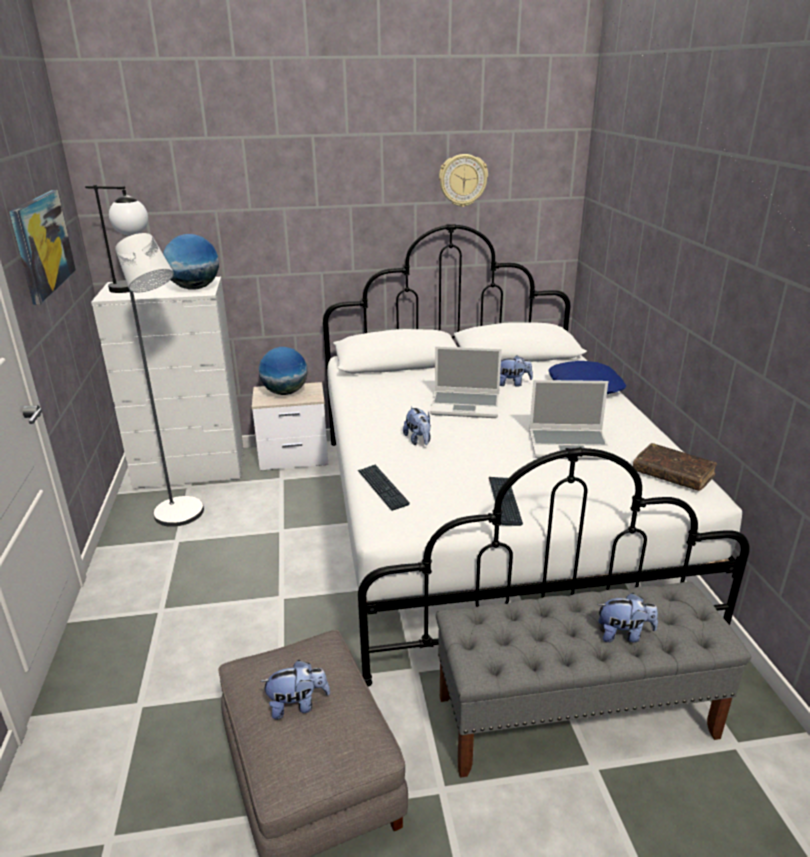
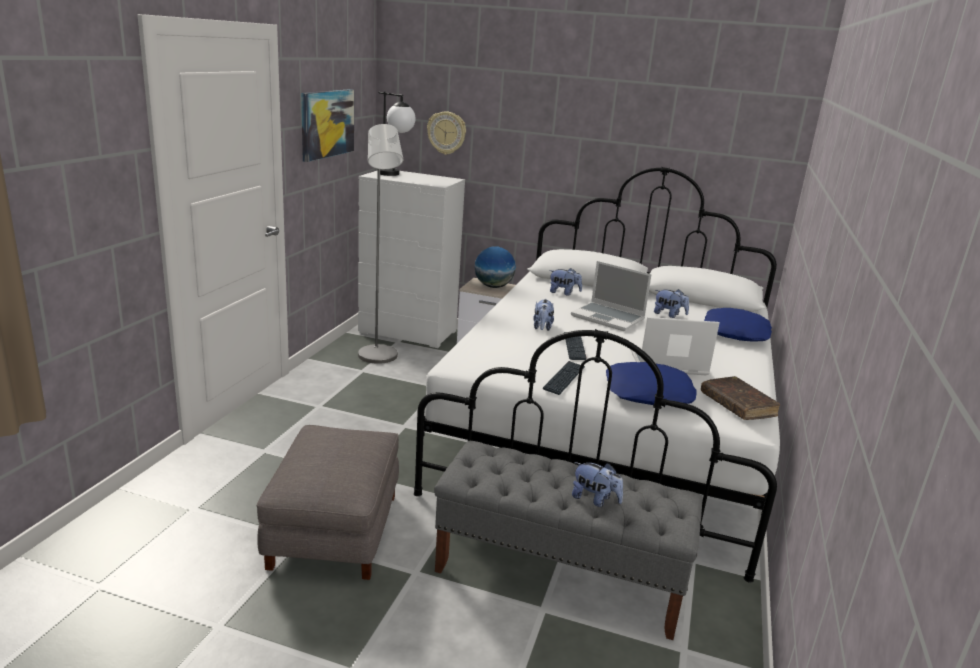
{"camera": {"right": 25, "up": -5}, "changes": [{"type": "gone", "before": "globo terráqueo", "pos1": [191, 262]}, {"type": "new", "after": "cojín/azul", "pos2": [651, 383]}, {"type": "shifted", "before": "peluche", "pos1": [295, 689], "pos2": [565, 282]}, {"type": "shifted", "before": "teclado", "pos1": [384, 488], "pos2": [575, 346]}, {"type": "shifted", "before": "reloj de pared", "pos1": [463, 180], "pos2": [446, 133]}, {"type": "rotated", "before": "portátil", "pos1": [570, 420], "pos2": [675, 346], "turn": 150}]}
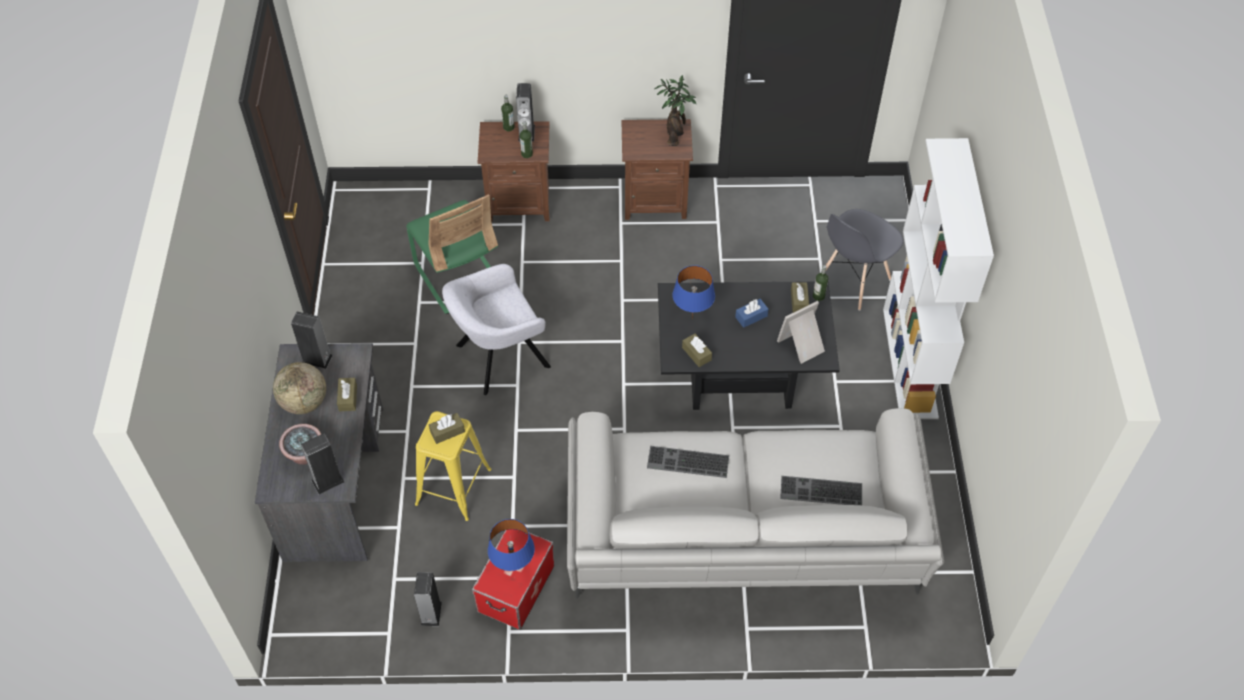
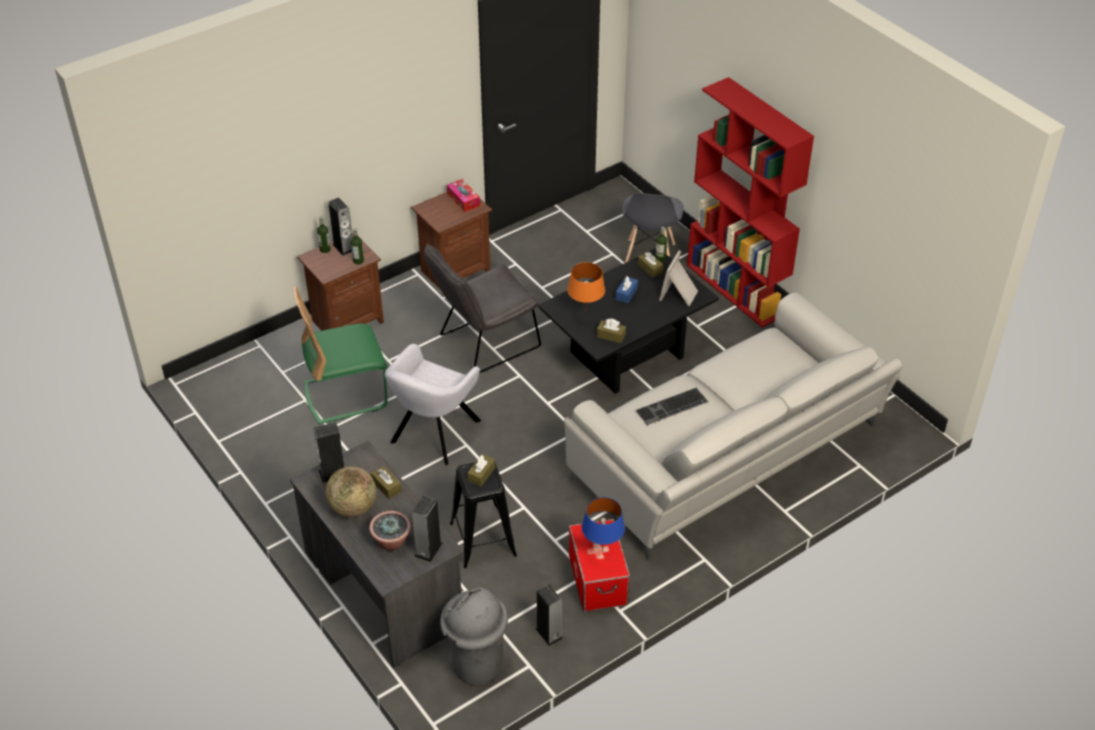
{"camera": {"right": -35, "up": -10}, "changes": [{"type": "gone", "before": "teclado", "pos1": [821, 490]}, {"type": "new", "after": "silla/gris", "pos2": [482, 308]}, {"type": "new", "after": "papelera/gris", "pos2": [474, 636]}, {"type": "swapped", "before": "planta en maceta", "after": "caja de pañuelos", "pos1": [676, 110], "pos2": [463, 195]}, {"type": "repainted", "before": "taburete/amarillo", "after": "taburete/negro", "pos1": [453, 466], "pos2": [483, 515]}, {"type": "repainted", "before": "lámpara de mesa/azul", "after": "lámpara de mesa/naranja", "pos1": [693, 292], "pos2": [586, 288]}, {"type": "repainted", "before": "estantería/blanco", "after": "estantería/rojo", "pos1": [938, 278], "pos2": [750, 202]}, {"type": "rotated", "before": "silla/verde", "pos1": [452, 254], "pos2": [340, 355], "turn": 135}]}
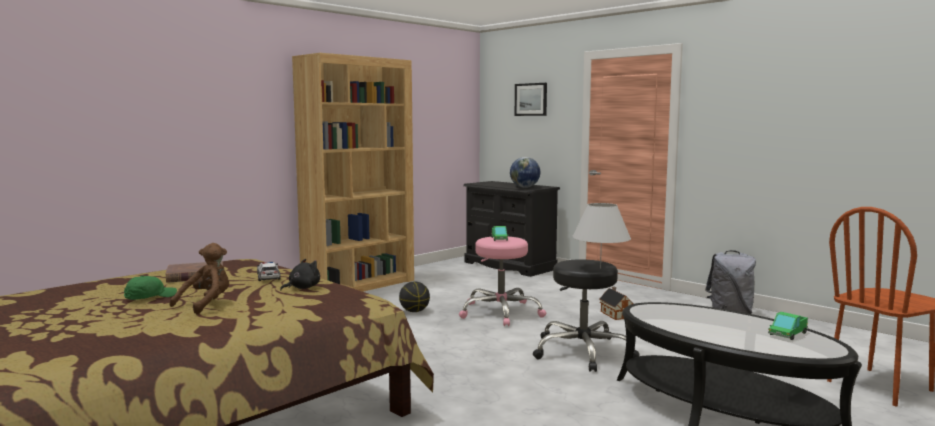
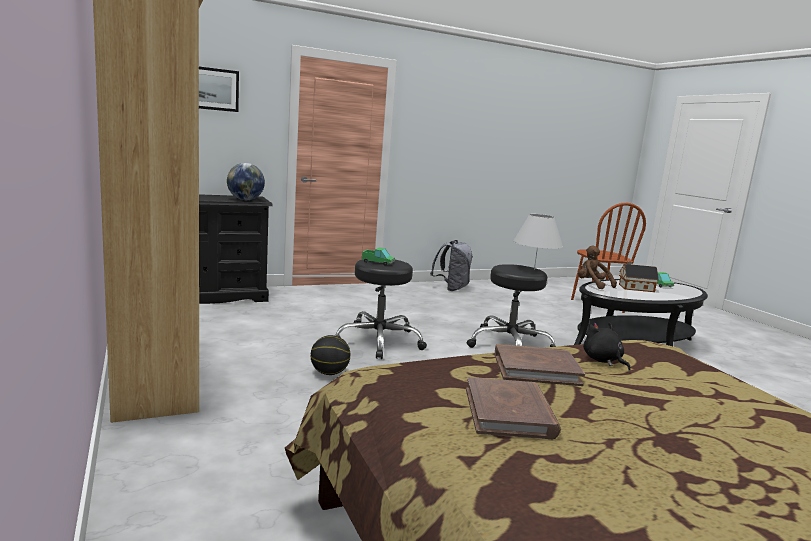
{"camera": {"right": -70, "up": 5}, "changes": [{"type": "gone", "before": "gorra/verde", "pos1": [150, 288]}, {"type": "shifted", "before": "peluche/marrón", "pos1": [199, 278], "pos2": [597, 267]}, {"type": "shifted", "before": "casita", "pos1": [616, 303], "pos2": [639, 276]}, {"type": "swapped", "before": "coche de juguete", "after": "libro/marrón", "pos1": [269, 271], "pos2": [540, 365]}, {"type": "repainted", "before": "taburete/rosa", "after": "taburete/negro", "pos1": [502, 281], "pos2": [381, 309]}]}
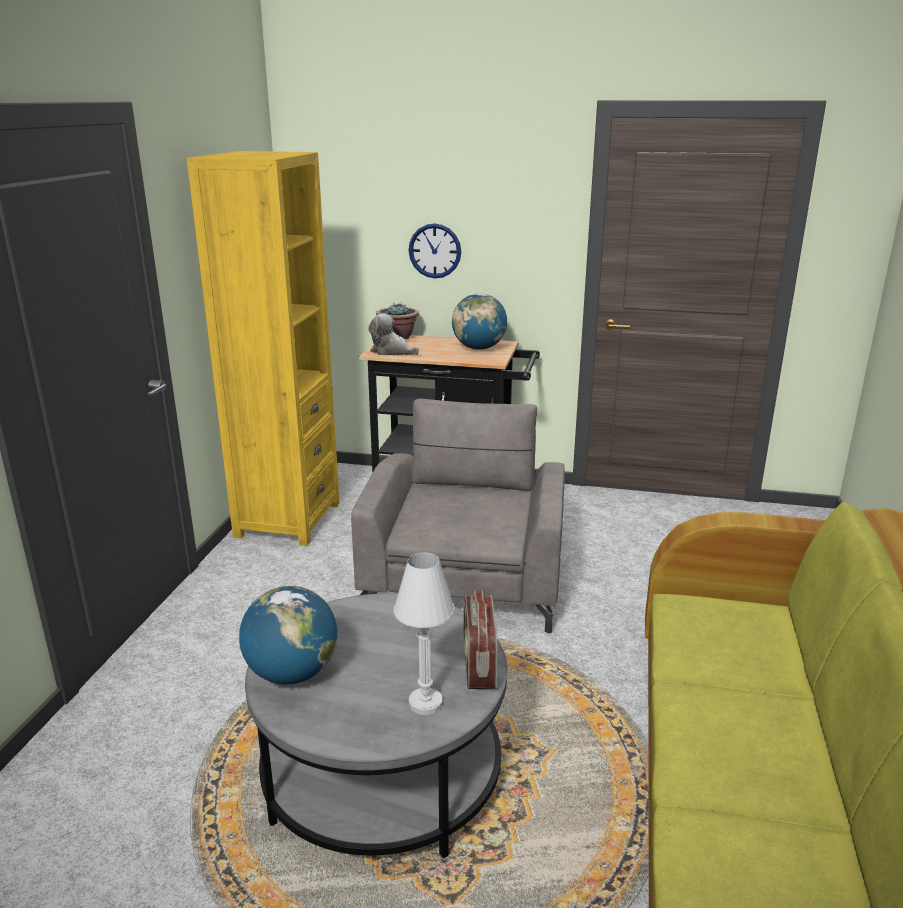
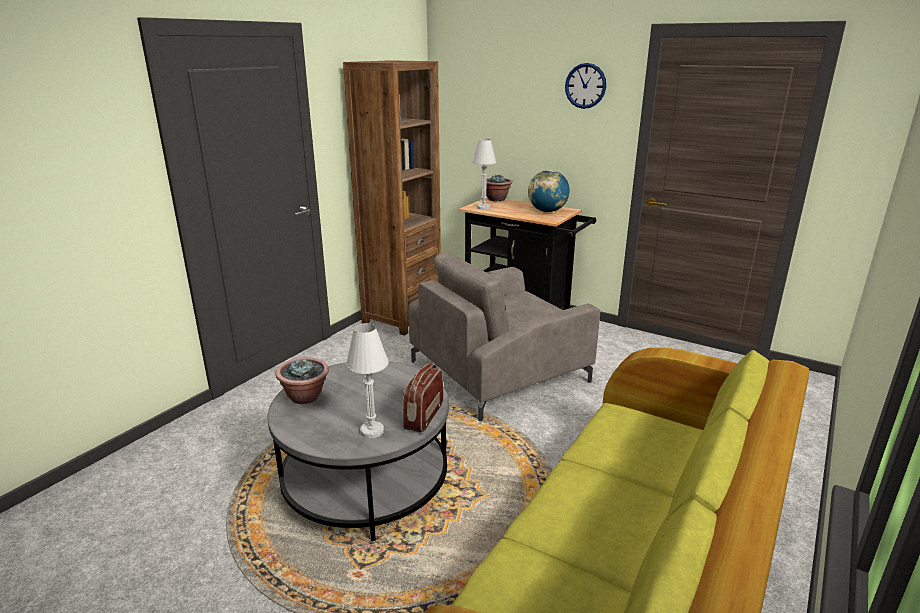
{"camera": {"right": 20, "up": 0}, "changes": [{"type": "shifted", "before": "reloj de pared", "pos1": [434, 250], "pos2": [585, 86]}, {"type": "swapped", "before": "globo terráqueo", "after": "planta en maceta", "pos1": [288, 635], "pos2": [302, 381]}, {"type": "swapped", "before": "peluche", "after": "lámpara de mesa/blanco", "pos1": [393, 334], "pos2": [484, 174]}, {"type": "repainted", "before": "estantería/amarillo", "after": "estantería/marrón", "pos1": [263, 348], "pos2": [392, 198]}, {"type": "rotated", "before": "sillón/gris", "pos1": [458, 516], "pos2": [504, 336], "turn": -150}]}
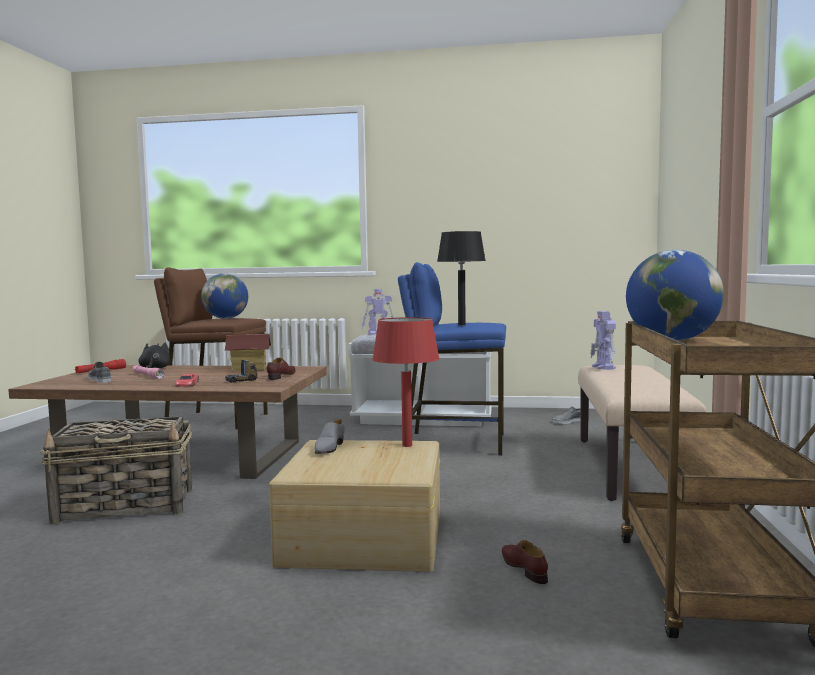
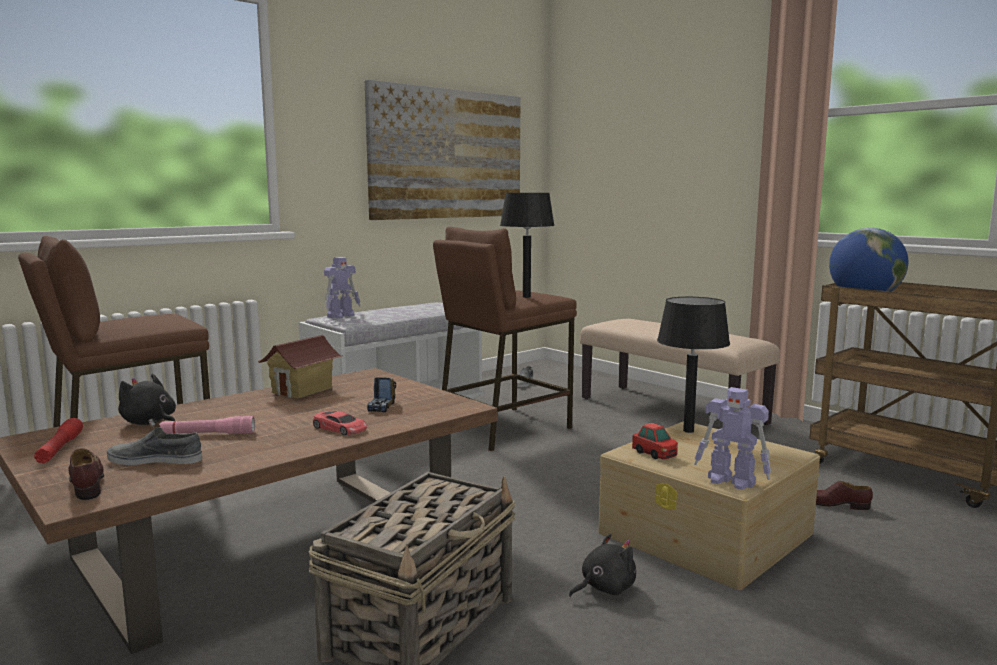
{"camera": {"right": -50, "up": 5}, "changes": [{"type": "gone", "before": "globo terráqueo", "pos1": [224, 296]}, {"type": "new", "after": "cuadro", "pos2": [442, 150]}, {"type": "new", "after": "peluche/negro", "pos2": [602, 565]}, {"type": "shifted", "before": "zapato/marrón", "pos1": [281, 369], "pos2": [86, 474]}, {"type": "shifted", "before": "robot de juguete", "pos1": [603, 340], "pos2": [732, 438]}, {"type": "swapped", "before": "zapato/gris", "after": "coche de juguete", "pos1": [330, 436], "pos2": [655, 441]}, {"type": "repainted", "before": "lámpara de mesa/rojo", "after": "lámpara de mesa/negro", "pos1": [406, 382], "pos2": [693, 365]}, {"type": "repainted", "before": "taburete/azul", "after": "taburete/marrón", "pos1": [452, 359], "pos2": [505, 339]}]}
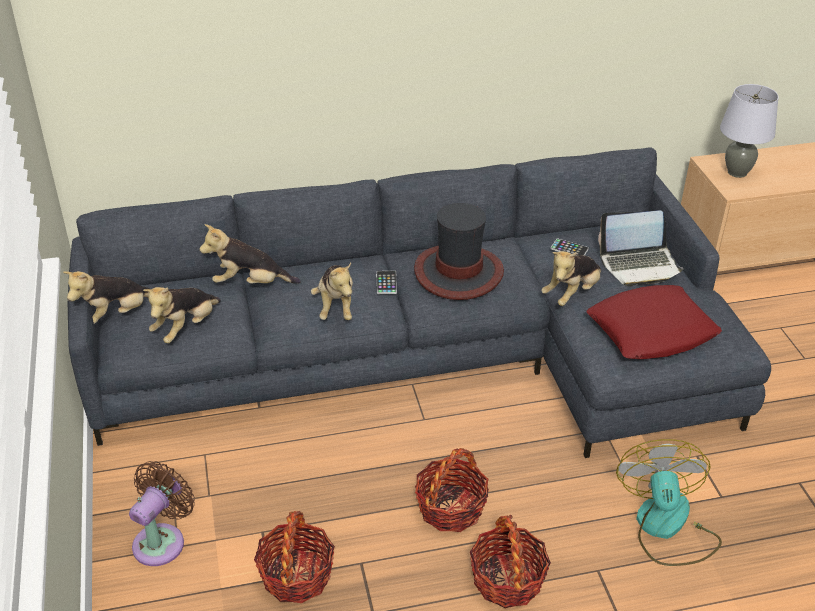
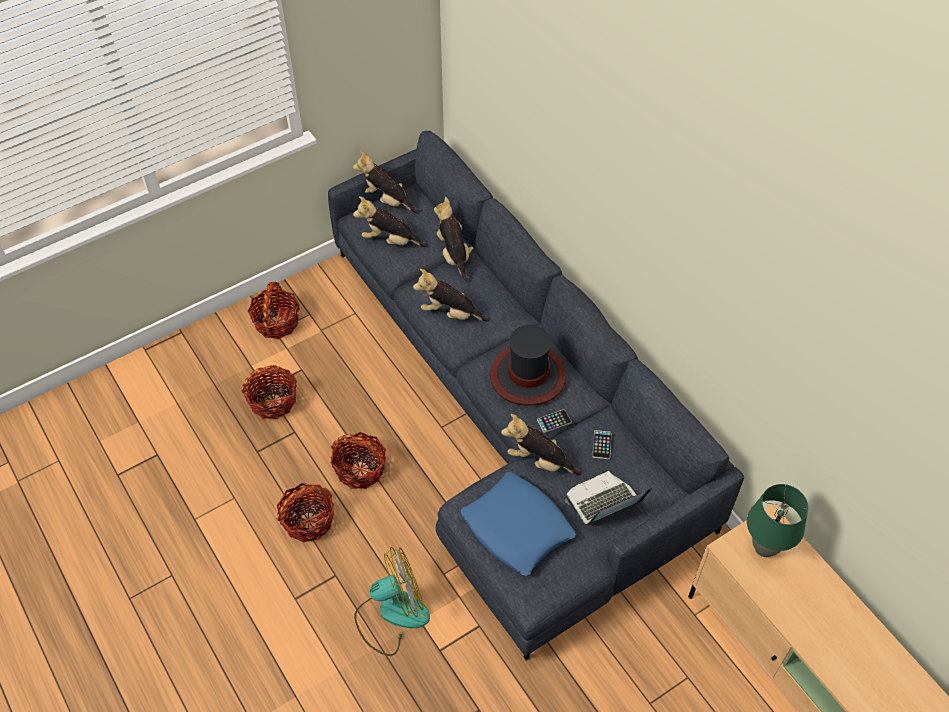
{"camera": {"right": 70, "up": 15}, "changes": [{"type": "shifted", "before": "móvil", "pos1": [386, 282], "pos2": [554, 421]}, {"type": "swapped", "before": "ventilador/marrón", "after": "cesta", "pos1": [162, 513], "pos2": [274, 310]}, {"type": "repainted", "before": "cojín/rojo", "after": "cojín/azul", "pos1": [654, 322], "pos2": [518, 524]}, {"type": "repainted", "before": "lámpara de mesa/gris", "after": "lámpara de mesa/verde", "pos1": [749, 131], "pos2": [777, 520]}, {"type": "rotated", "before": "peluche", "pos1": [332, 291], "pos2": [452, 295], "turn": 45}, {"type": "rotated", "before": "portátil", "pos1": [640, 248], "pos2": [608, 498], "turn": 90}]}
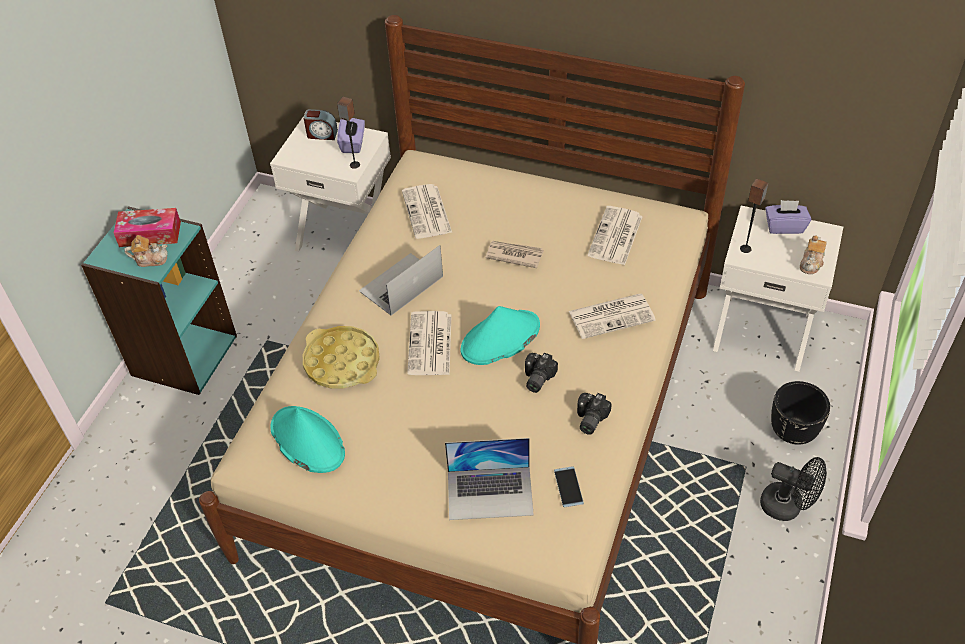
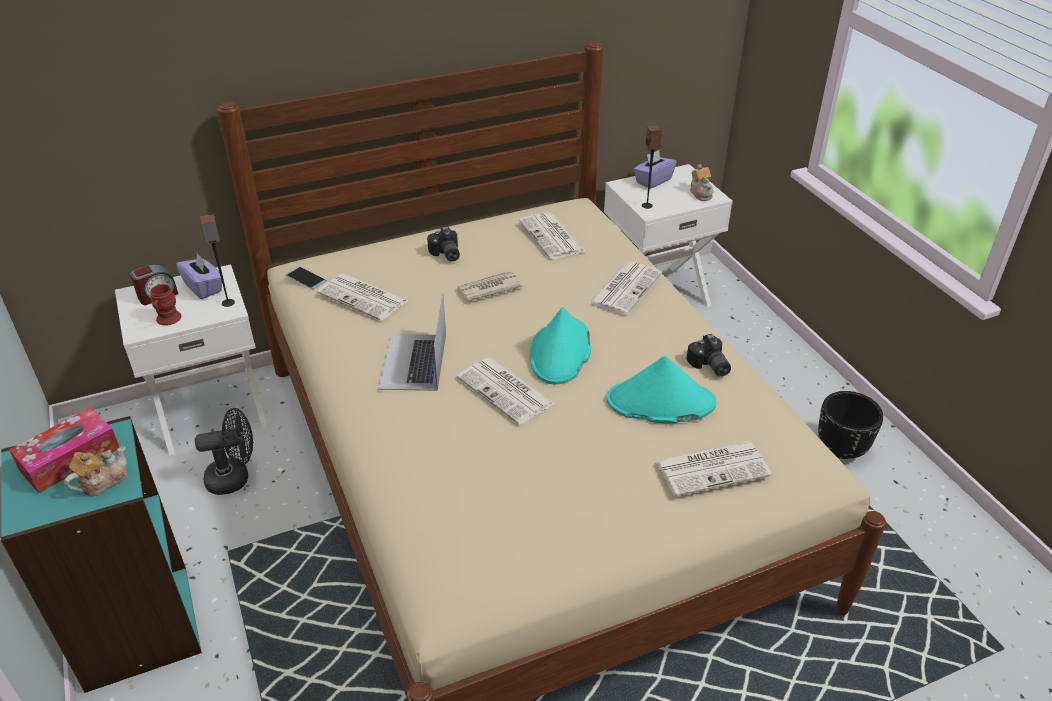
{"camera": {"right": -45, "up": -10}, "changes": [{"type": "gone", "before": "bandeja/amarillo", "pos1": [341, 357]}, {"type": "new", "after": "taza grande/rojo", "pos2": [165, 305]}, {"type": "shifted", "before": "sombrero/turquesa", "pos1": [308, 439], "pos2": [662, 390]}, {"type": "shifted", "before": "cámara", "pos1": [541, 373], "pos2": [443, 244]}, {"type": "shifted", "before": "móvil", "pos1": [569, 486], "pos2": [306, 277]}, {"type": "shifted", "before": "ventilador/negro", "pos1": [793, 489], "pos2": [224, 451]}, {"type": "shifted", "before": "maceta/negro", "pos1": [800, 413], "pos2": [851, 425]}, {"type": "swapped", "before": "portátil", "after": "periódico", "pos1": [489, 479], "pos2": [713, 469]}]}
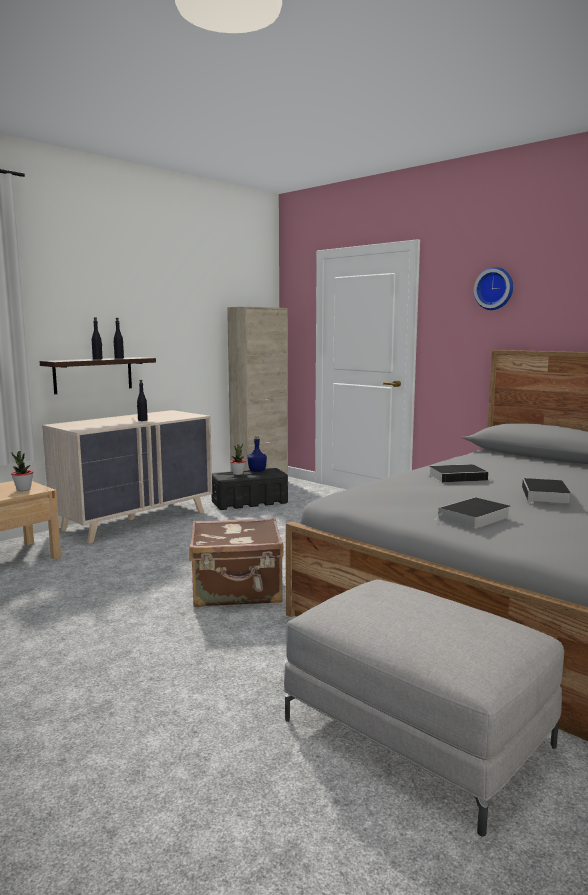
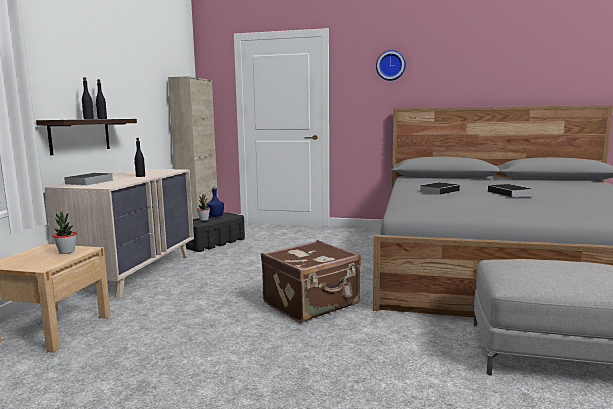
{"camera": {"right": -30, "up": 0}, "changes": [{"type": "shifted", "before": "libro", "pos1": [472, 513], "pos2": [87, 179]}]}
